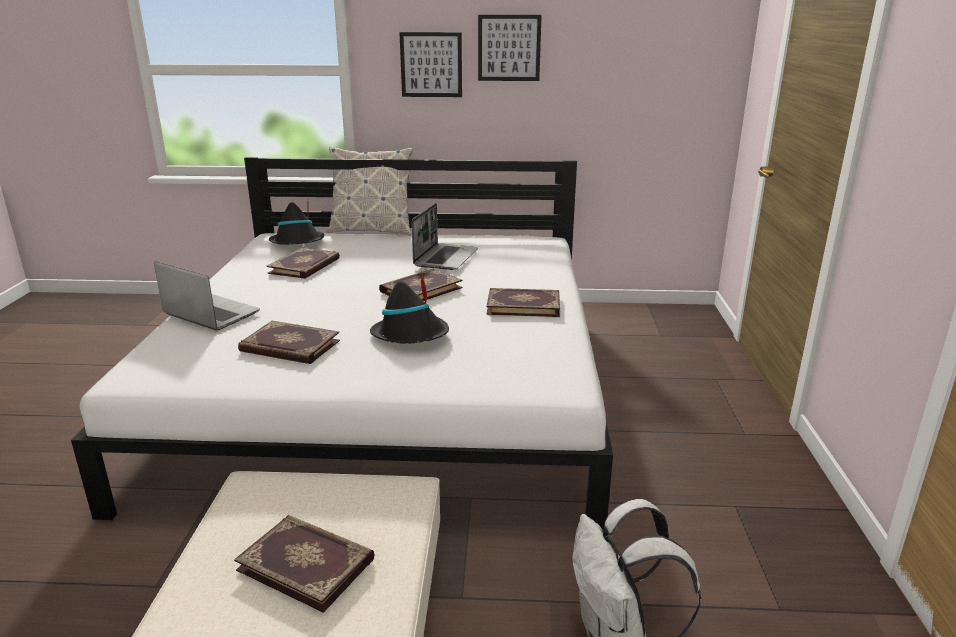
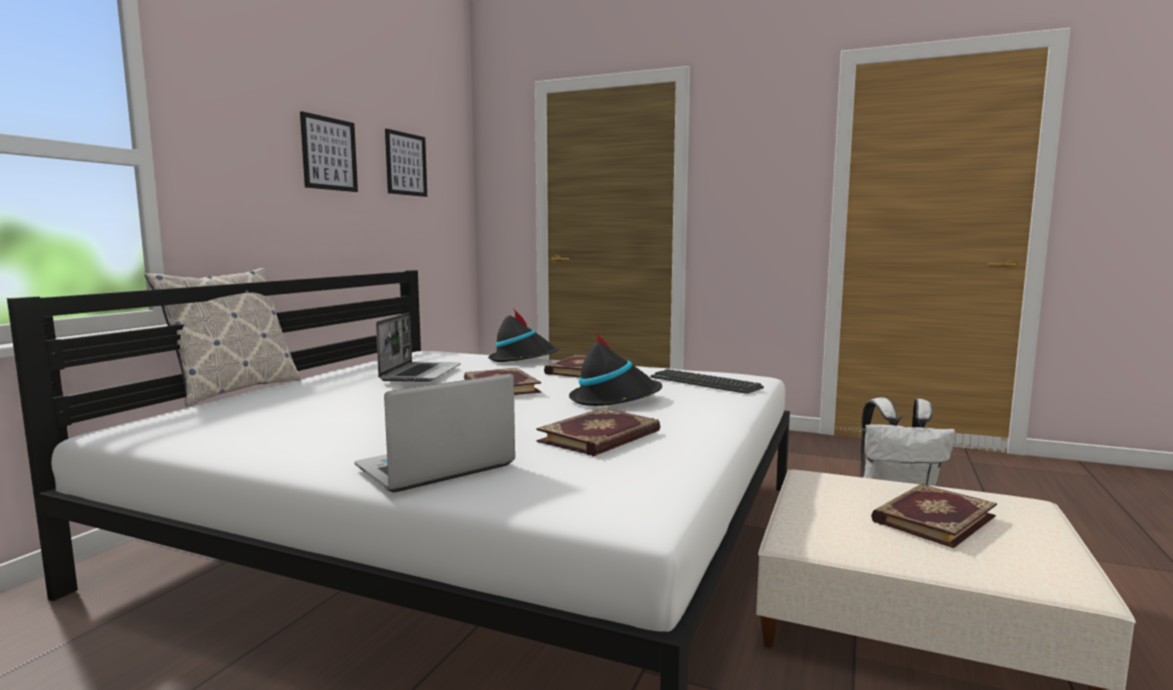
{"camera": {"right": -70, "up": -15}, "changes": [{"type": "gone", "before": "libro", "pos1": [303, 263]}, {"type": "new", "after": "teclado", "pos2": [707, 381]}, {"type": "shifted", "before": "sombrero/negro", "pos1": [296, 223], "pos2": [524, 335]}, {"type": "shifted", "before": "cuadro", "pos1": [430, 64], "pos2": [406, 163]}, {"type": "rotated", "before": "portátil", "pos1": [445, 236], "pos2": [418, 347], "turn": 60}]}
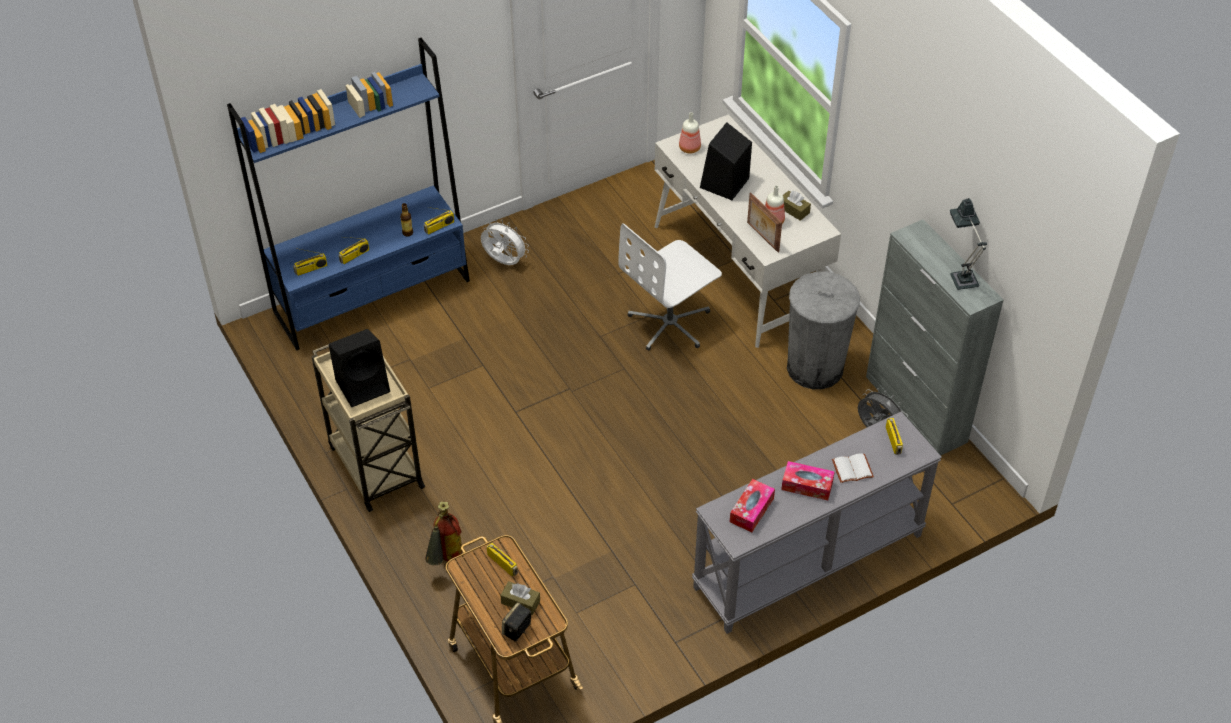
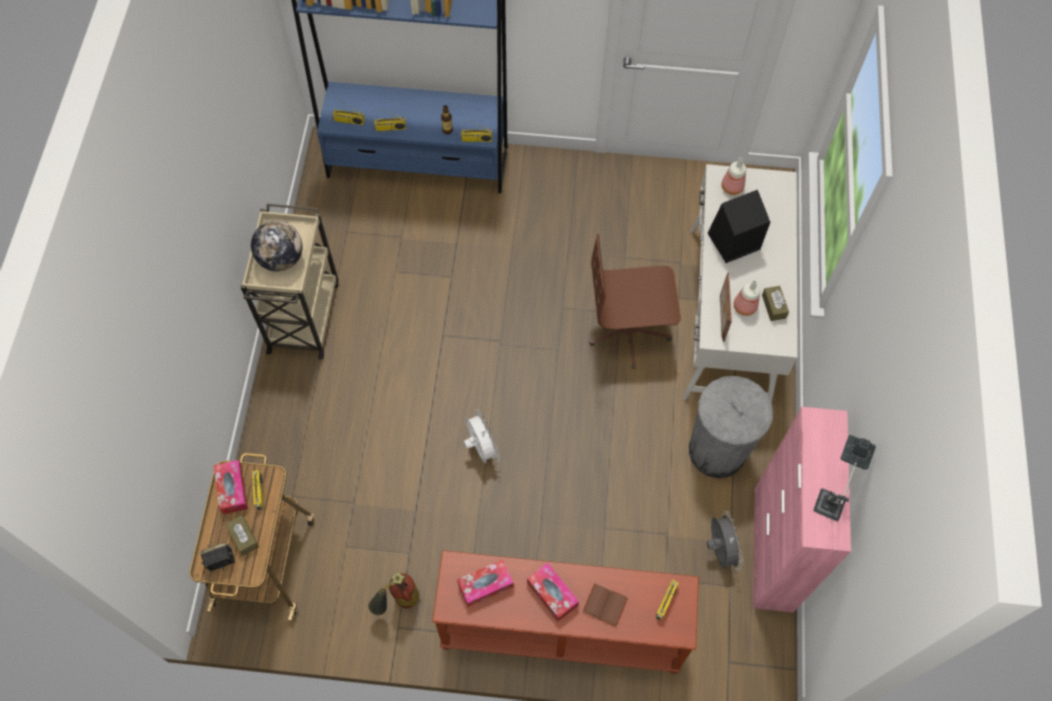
{"camera": {"right": 35, "up": 15}, "changes": [{"type": "new", "after": "caja de pañuelos", "pos2": [230, 487]}, {"type": "shifted", "before": "extintor", "pos1": [443, 533], "pos2": [394, 593]}, {"type": "shifted", "before": "ventilador/blanco", "pos1": [505, 242], "pos2": [482, 436]}, {"type": "swapped", "before": "altavoz/negro", "after": "globo terráqueo", "pos1": [359, 368], "pos2": [277, 246]}, {"type": "repainted", "before": "silla de oficina/blanco", "after": "silla de oficina/marrón", "pos1": [670, 287], "pos2": [635, 301]}, {"type": "repainted", "before": "mesa consola/gris", "after": "mesa consola/marrón", "pos1": [817, 523], "pos2": [565, 612]}, {"type": "repainted", "before": "libro/blanco", "after": "libro/marrón", "pos1": [853, 468], "pos2": [605, 605]}, {"type": "repainted", "before": "armario/gris", "after": "armario/rosa", "pos1": [935, 337], "pos2": [802, 509]}]}
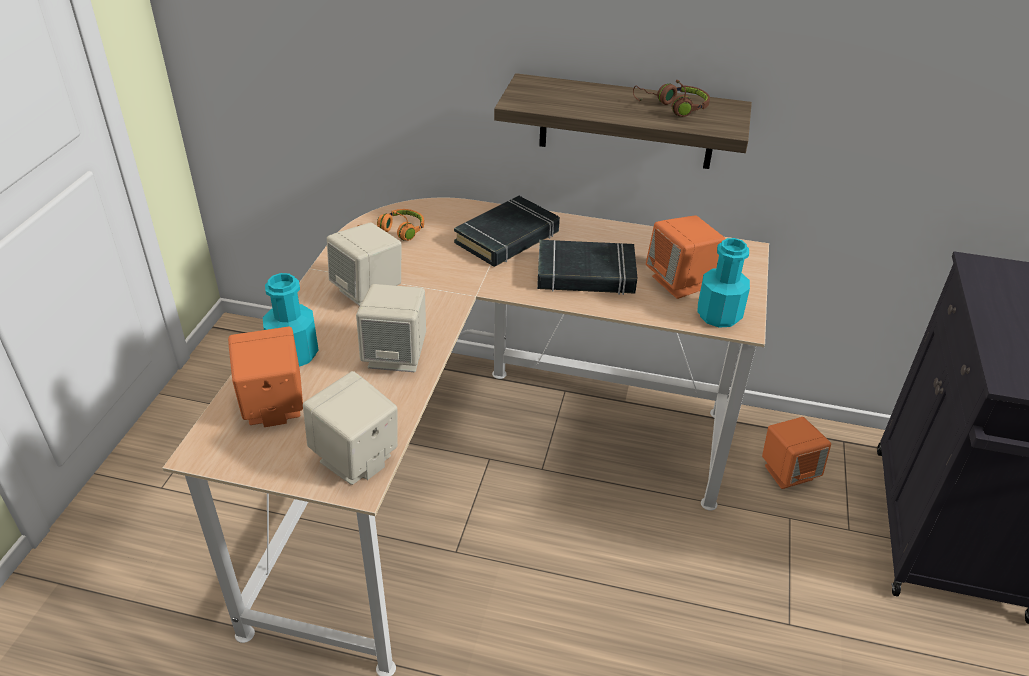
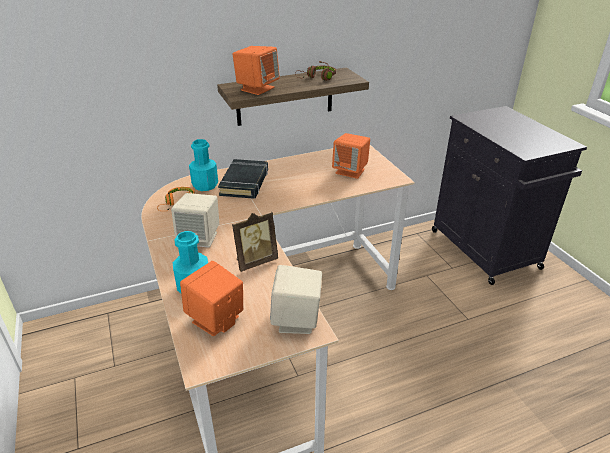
{"camera": {"right": -35, "up": -5}, "changes": [{"type": "gone", "before": "libro/negro", "pos1": [587, 267]}, {"type": "shifted", "before": "botella/turquesa", "pos1": [723, 283], "pos2": [203, 165]}, {"type": "shifted", "before": "altavoz/naranja", "pos1": [796, 453], "pos2": [256, 70]}, {"type": "swapped", "before": "altavoz/beis", "after": "portarretratos", "pos1": [391, 328], "pos2": [255, 242]}]}
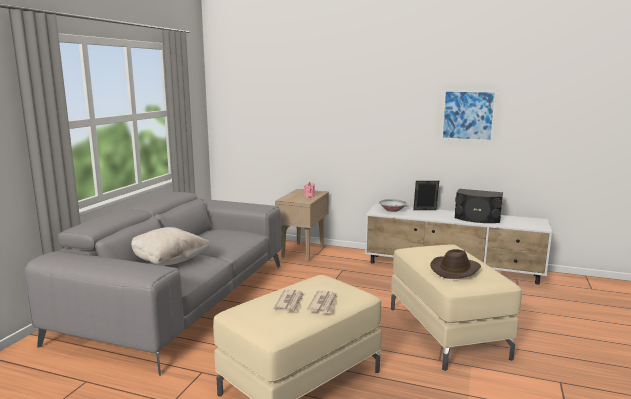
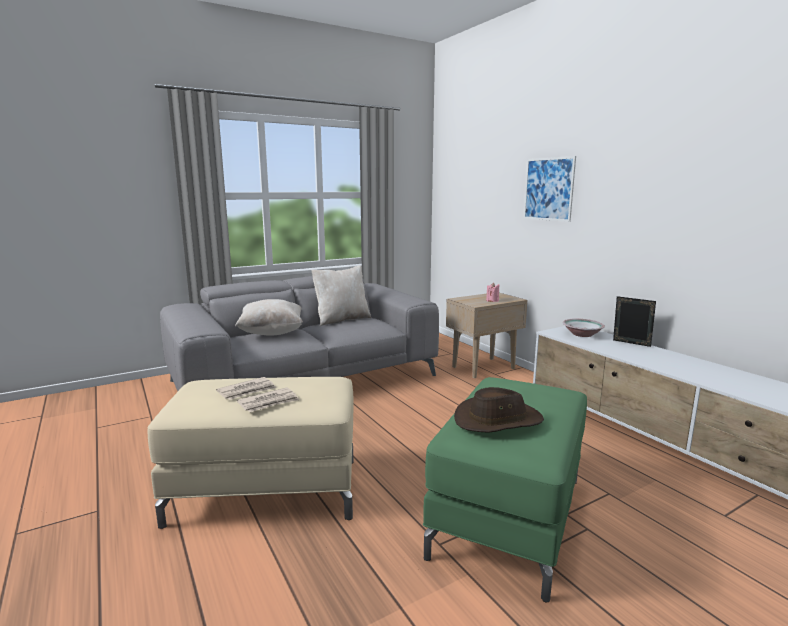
{"camera": {"right": 40, "up": 0}, "changes": [{"type": "gone", "before": "altavoz/negro", "pos1": [479, 206]}, {"type": "new", "after": "cojín/beis", "pos2": [341, 295]}, {"type": "shifted", "before": "cuadro", "pos1": [469, 116], "pos2": [549, 189]}, {"type": "repainted", "before": "puf/beis", "after": "puf/verde", "pos1": [456, 307], "pos2": [505, 489]}]}
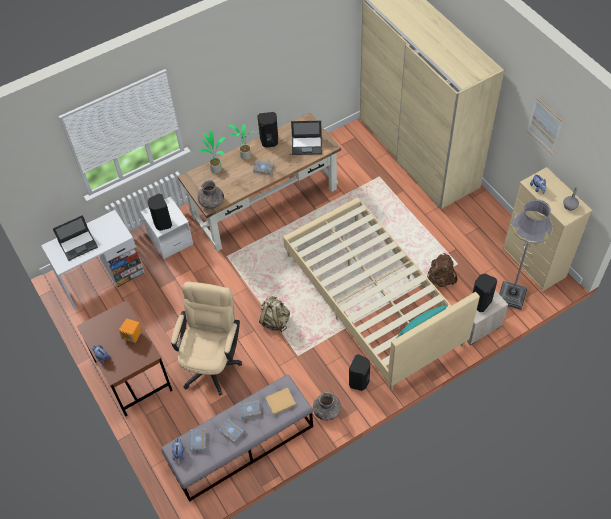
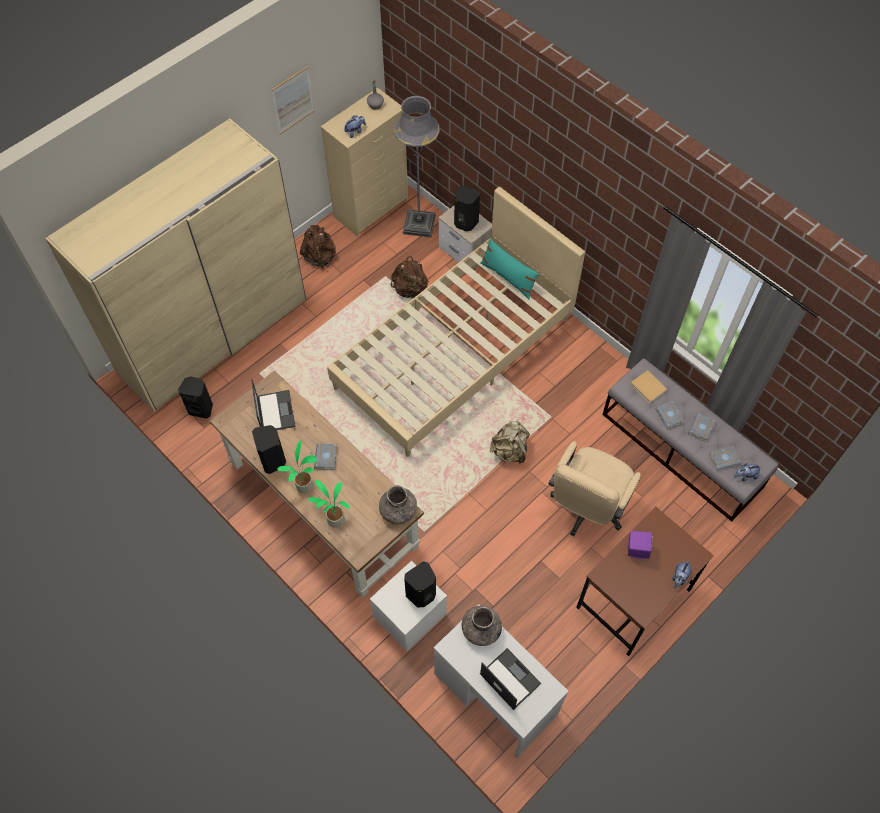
{"camera": {"right": -105, "up": 5}, "changes": [{"type": "new", "after": "mochila/marrón", "pos2": [318, 247]}, {"type": "shifted", "before": "florero/gris", "pos1": [327, 406], "pos2": [481, 626]}, {"type": "shifted", "before": "altavoz/negro", "pos1": [359, 372], "pos2": [195, 397]}, {"type": "repainted", "before": "altavoz/naranja", "after": "altavoz/morado", "pos1": [130, 331], "pos2": [640, 545]}, {"type": "rotated", "before": "silla de oficina/beis", "pos1": [206, 338], "pos2": [594, 488], "turn": -60}]}
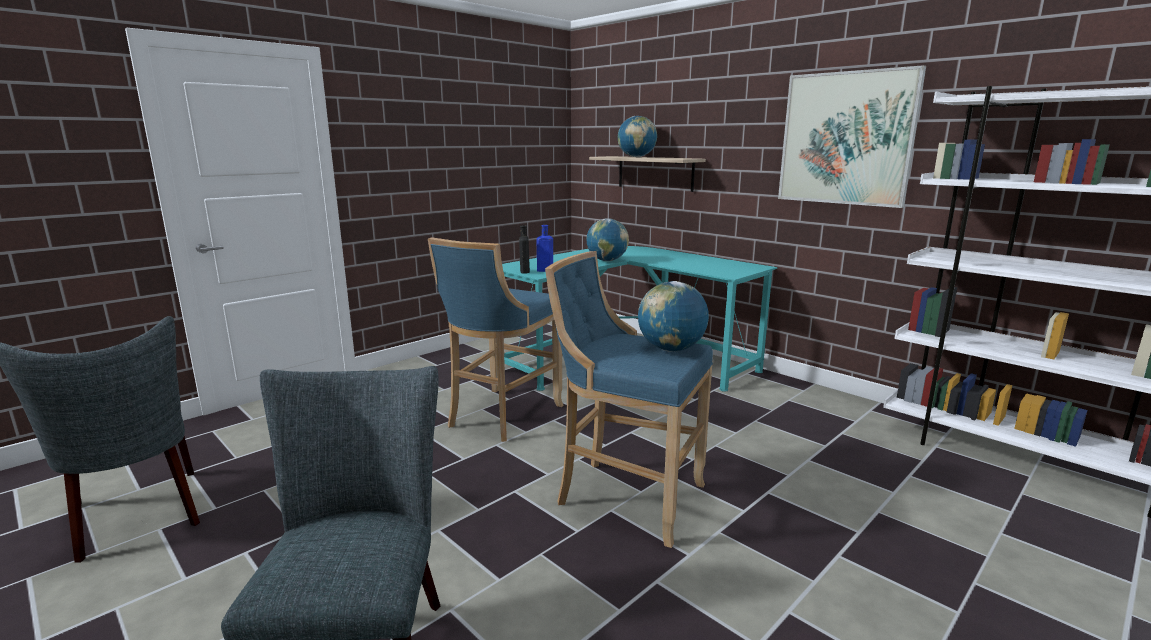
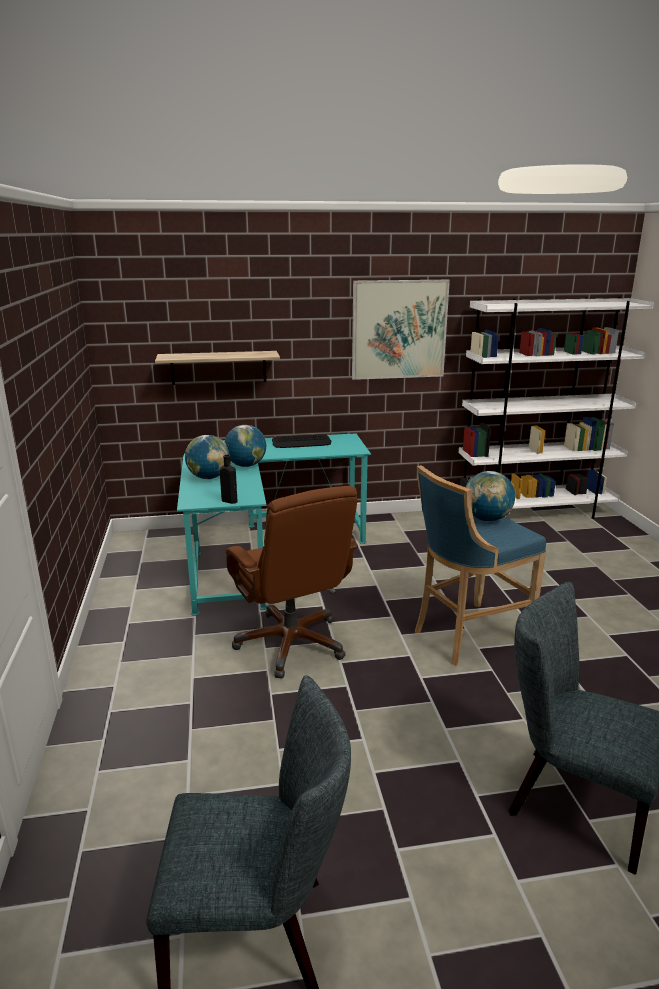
{"camera": {"right": -55, "up": 5}, "changes": [{"type": "gone", "before": "botella/azul", "pos1": [545, 248]}, {"type": "new", "after": "teclado", "pos2": [301, 441]}, {"type": "shifted", "before": "globo terráqueo", "pos1": [637, 136], "pos2": [207, 457]}, {"type": "swapped", "before": "taburete/azul", "after": "silla de oficina/marrón", "pos1": [496, 339], "pos2": [292, 582]}]}
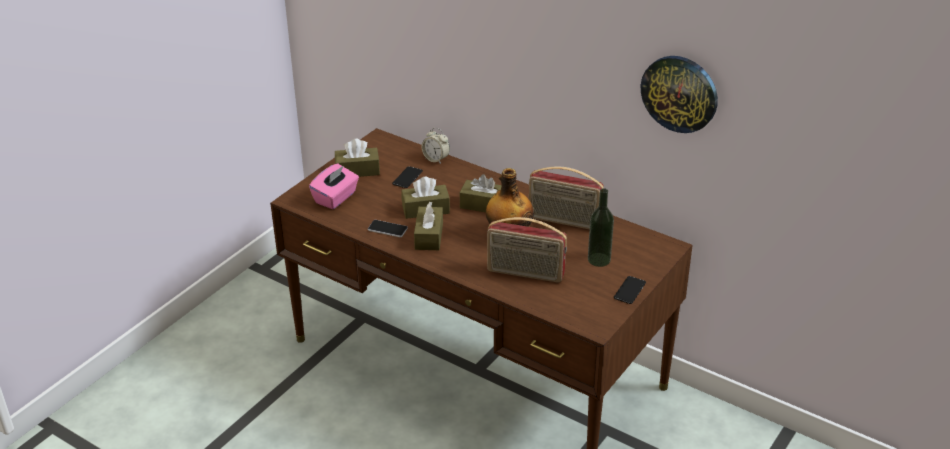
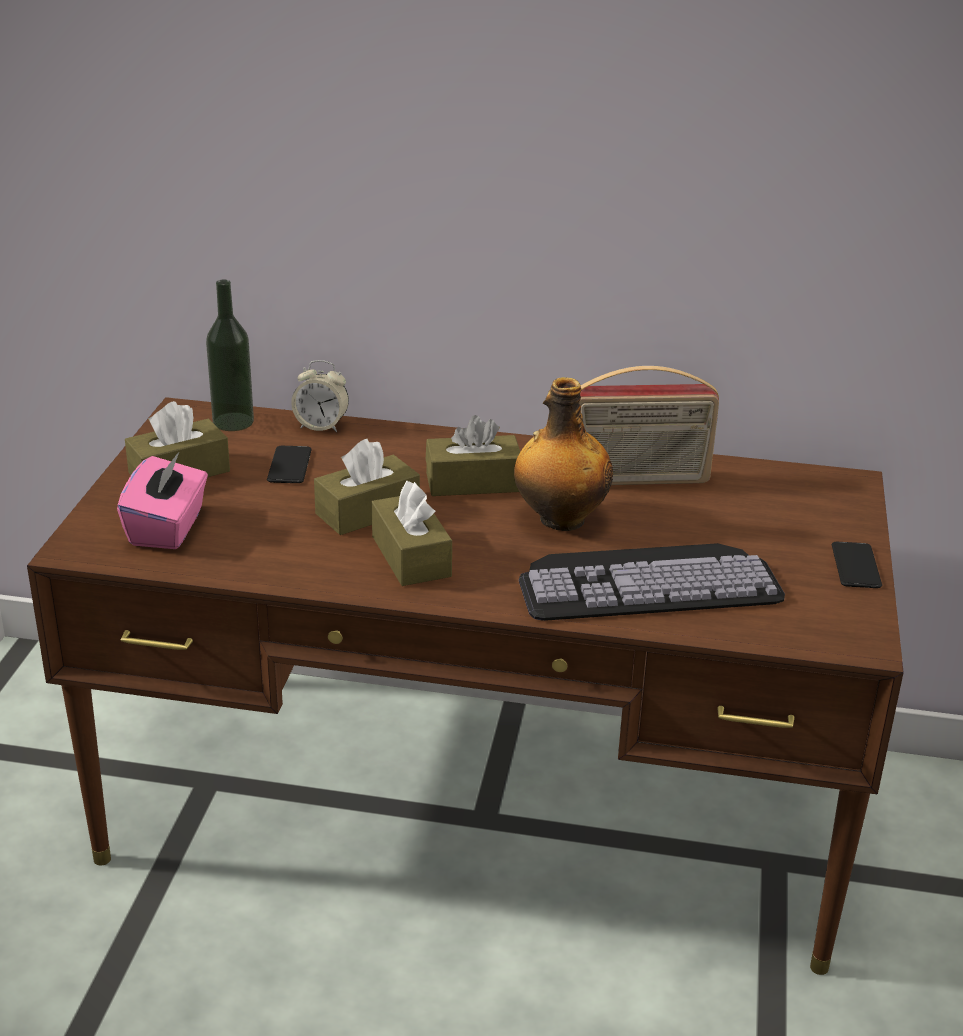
{"camera": {"right": -25, "up": -5}, "changes": [{"type": "gone", "before": "móvil", "pos1": [388, 228]}, {"type": "gone", "before": "reloj de pared", "pos1": [679, 94]}, {"type": "shifted", "before": "botella", "pos1": [601, 227], "pos2": [230, 355]}, {"type": "swapped", "before": "radio", "after": "teclado", "pos1": [527, 250], "pos2": [652, 582]}]}
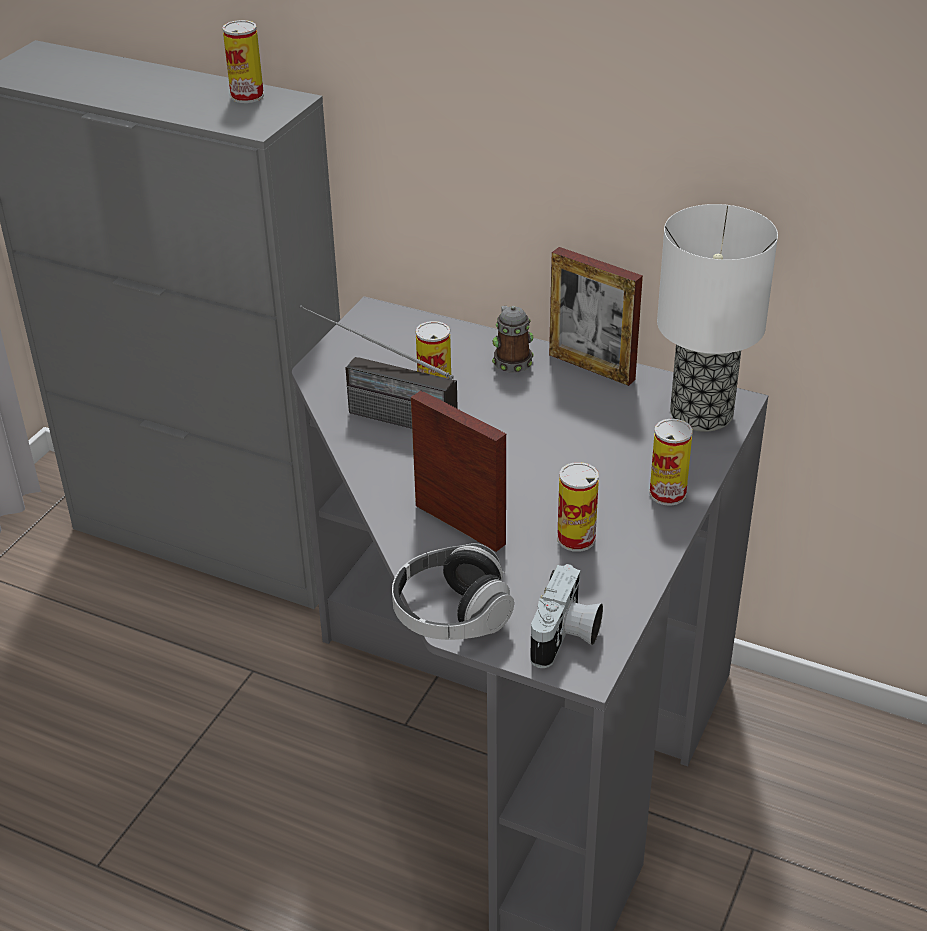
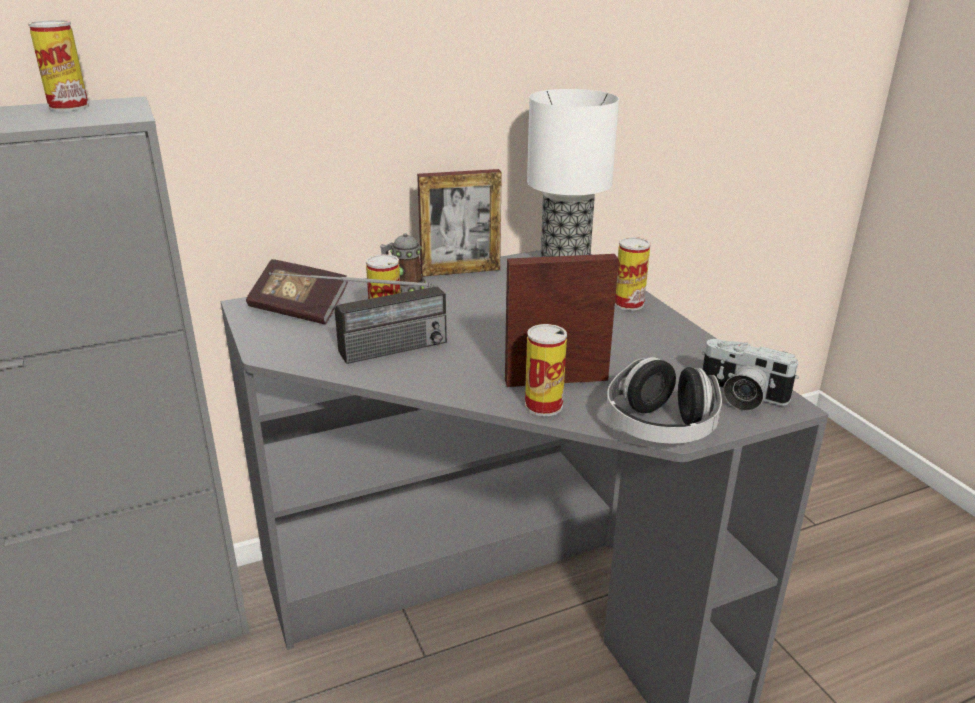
{"camera": {"right": -50, "up": -10}, "changes": [{"type": "new", "after": "libro", "pos2": [297, 291]}, {"type": "shifted", "before": "lata", "pos1": [578, 507], "pos2": [546, 370]}, {"type": "rotated", "before": "cámara", "pos1": [566, 616], "pos2": [750, 375], "turn": 150}]}
